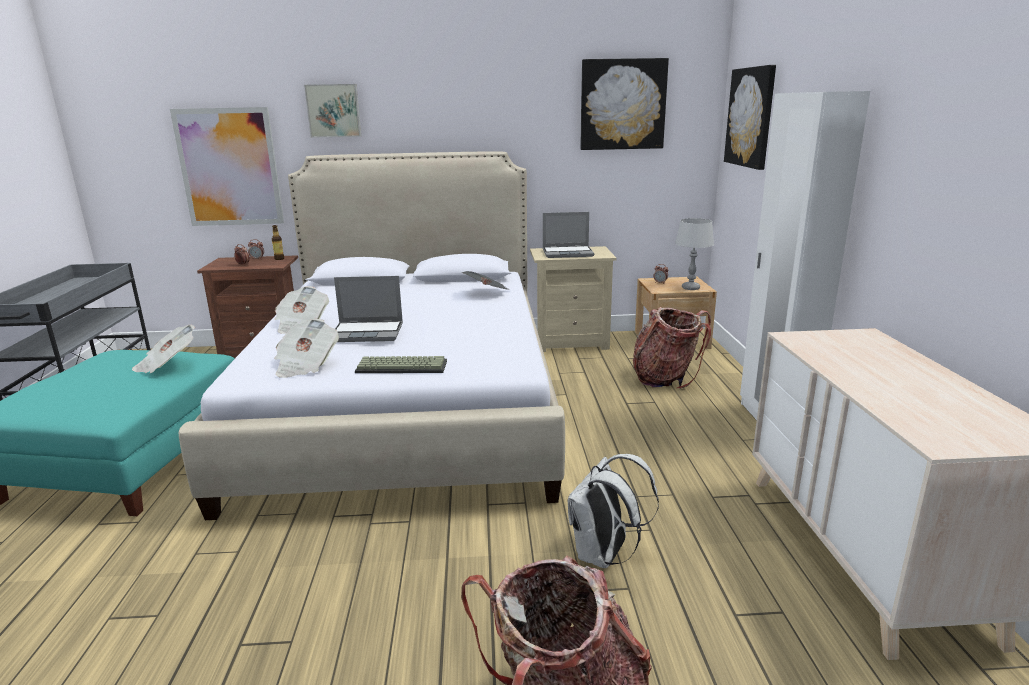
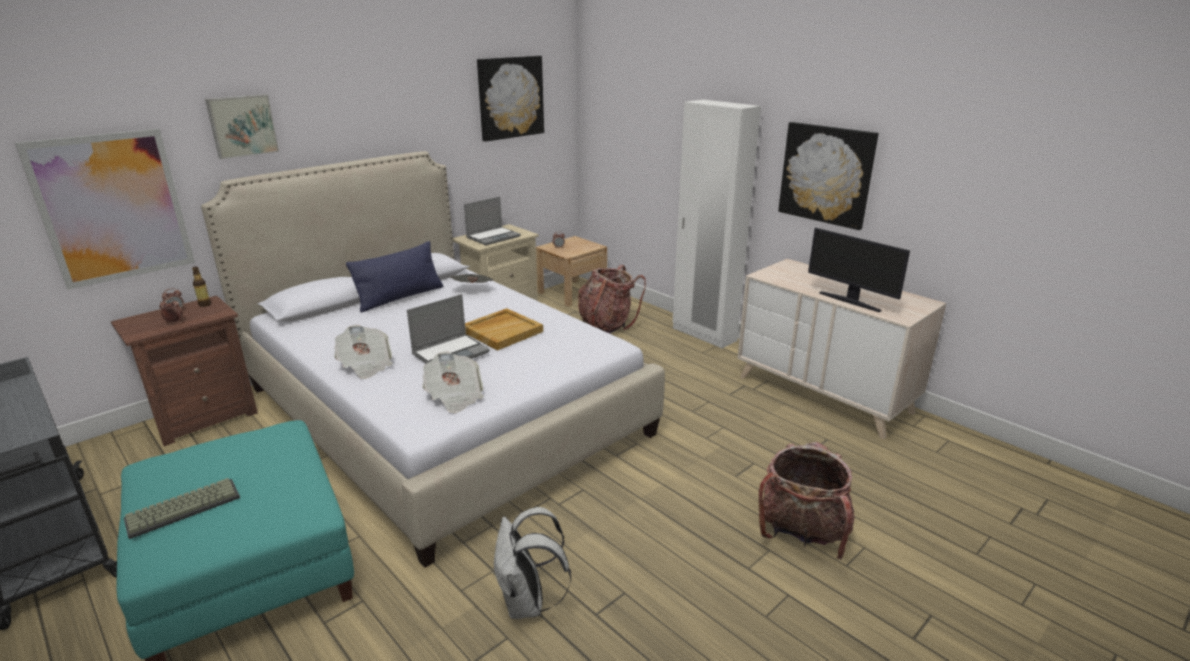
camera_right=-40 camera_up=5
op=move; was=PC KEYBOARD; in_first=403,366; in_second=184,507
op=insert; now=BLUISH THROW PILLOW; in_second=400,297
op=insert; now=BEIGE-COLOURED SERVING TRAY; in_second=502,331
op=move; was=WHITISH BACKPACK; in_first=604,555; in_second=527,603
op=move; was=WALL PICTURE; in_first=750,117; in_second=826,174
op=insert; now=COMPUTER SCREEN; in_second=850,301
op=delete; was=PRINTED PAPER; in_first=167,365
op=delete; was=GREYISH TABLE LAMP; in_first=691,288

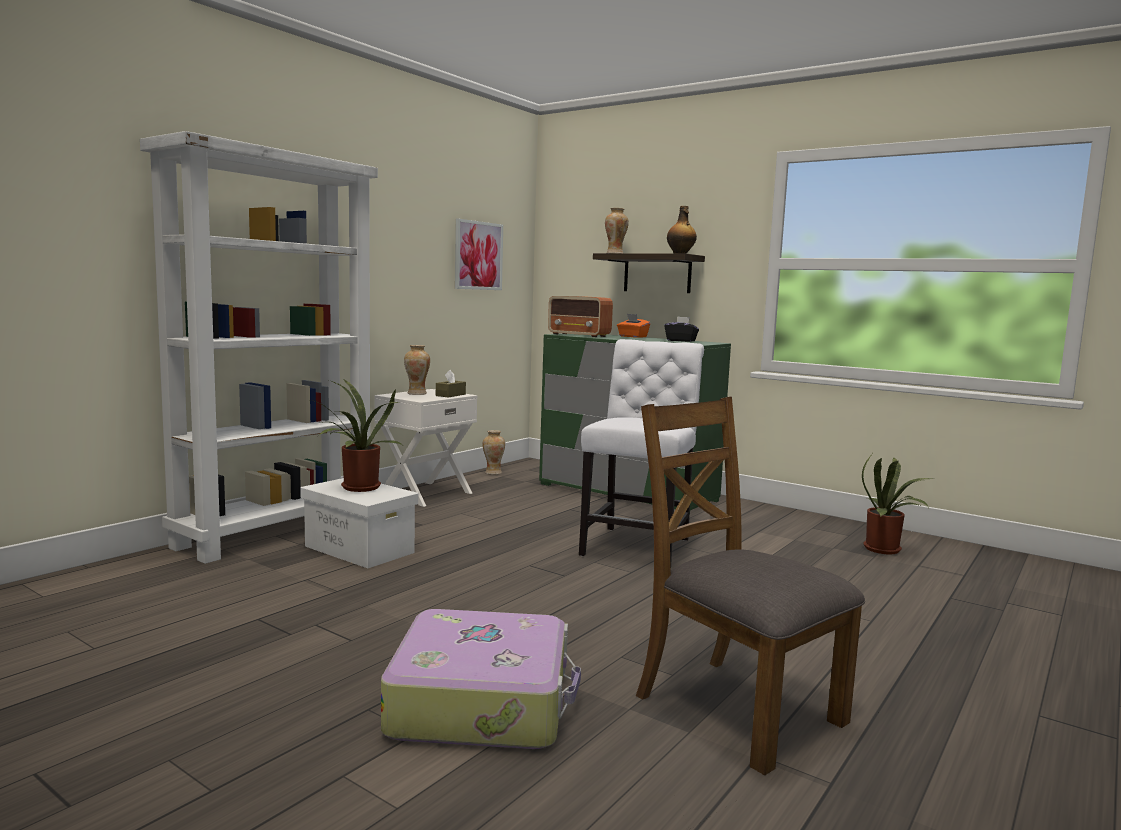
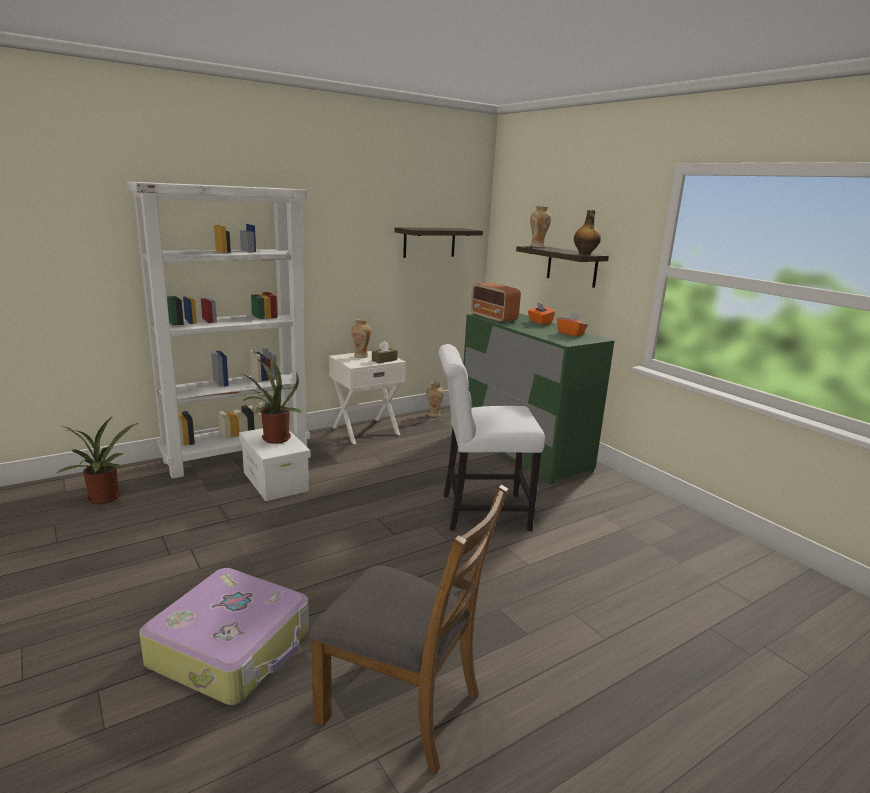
camera_right=20 camera_up=10
op=move; was=POTTED PLANT; in_first=886,550; in_second=105,499
op=rotate; was=BROWN-COLOURED CHAIR; in_first=736,708; in_second=401,705; clockwise=135
op=replace; was=WALL PICTURE; now=SHELF; in_first=478,255; in_second=429,242
op=rotate; was=WHITISH CHAIR; in_first=638,545; in_second=479,512; clockwise=-135
op=recolor; was=BLACK BOX OF TISSUES; now=ORANGE BOX OF TISSUES; in_first=681,341; in_second=571,333

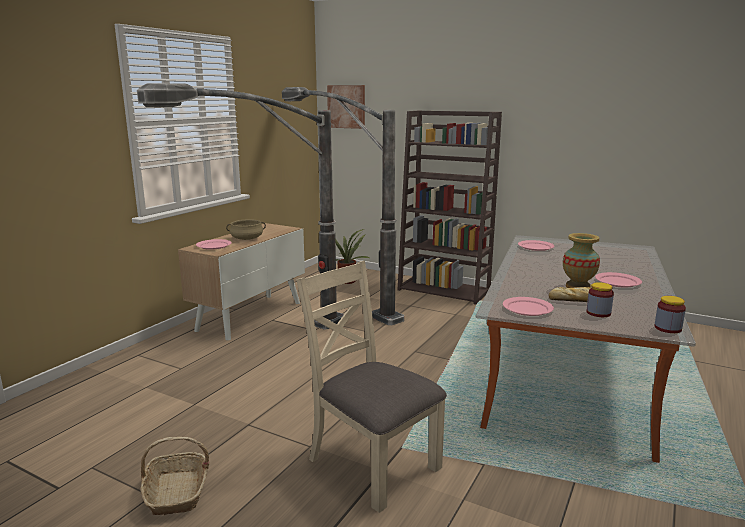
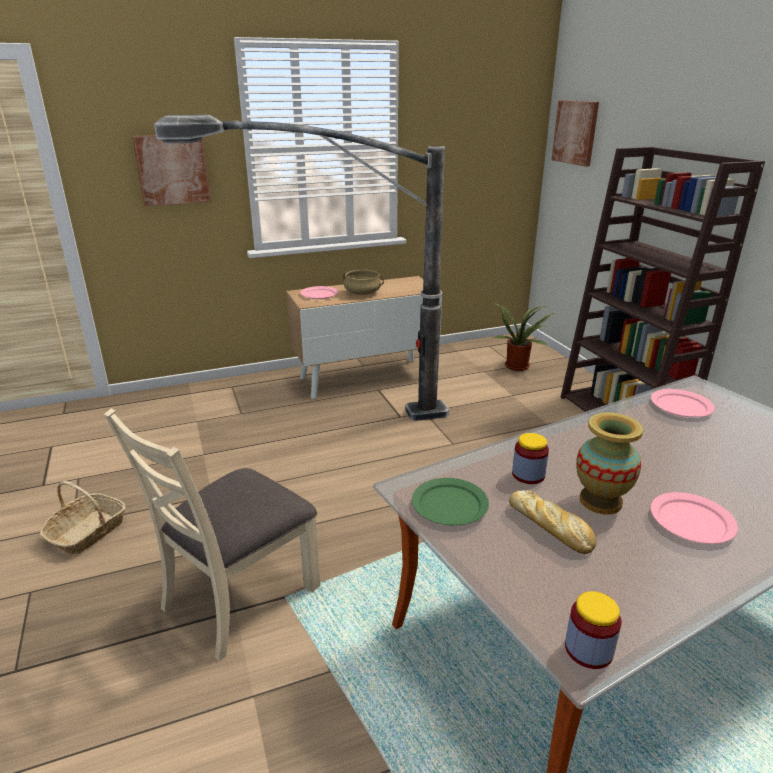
camera_right=40 camera_up=10
op=rotate; was=BEIGE-COLOURED CHAIR; in_first=372,463; in_second=239,597; clockwise=-135
op=insert; now=WALL PICTURE; in_second=172,170
op=recolor; was=PINK-COLOURED PLATE; now=GREEN-COLOURED PLATE; in_first=527,308; in_second=450,504
op=move; was=JAR; in_first=598,313; in_second=528,475
op=delete; was=FLOOR LAMP; in_first=339,297

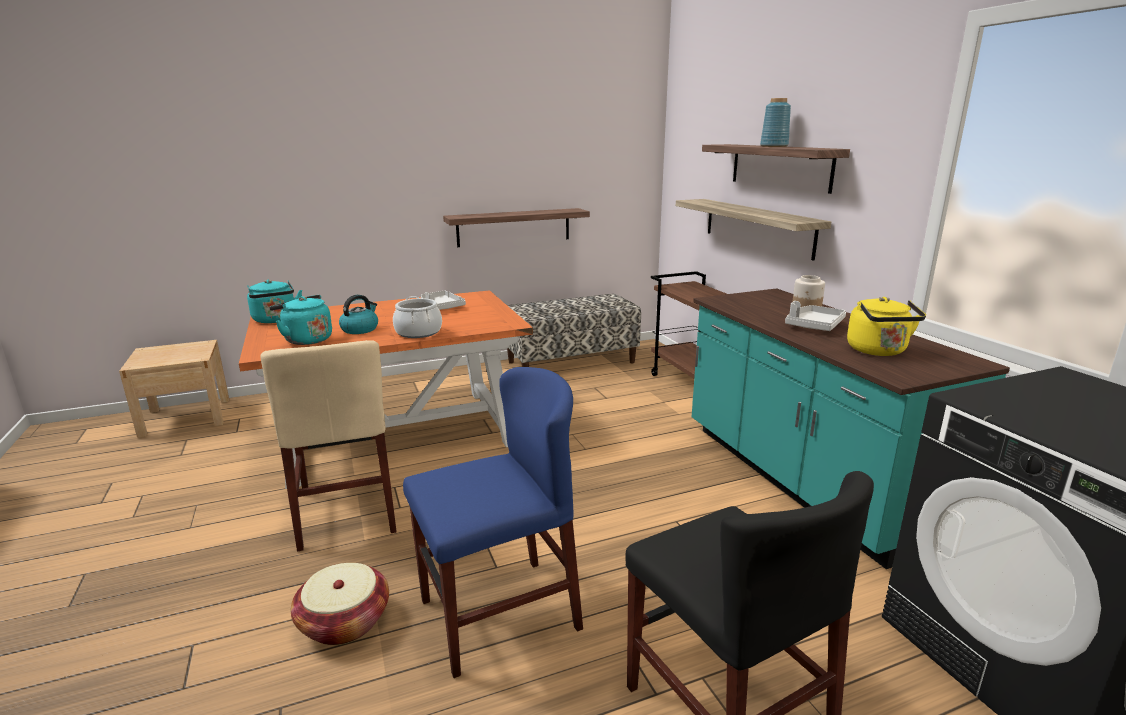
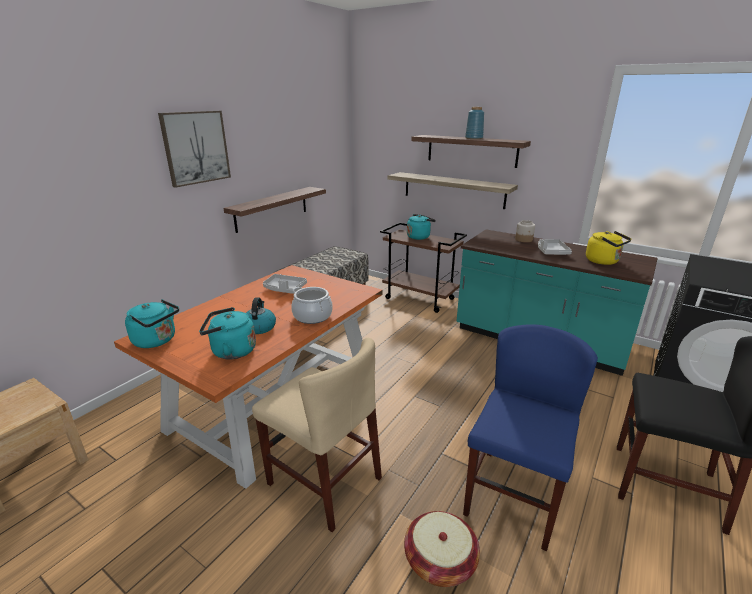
camera_right=-35 camera_up=5
op=insert; now=WALL PICTURE; in_second=196,147
op=insert; now=BLUE-GREEN WATER KETTLE; in_second=419,237

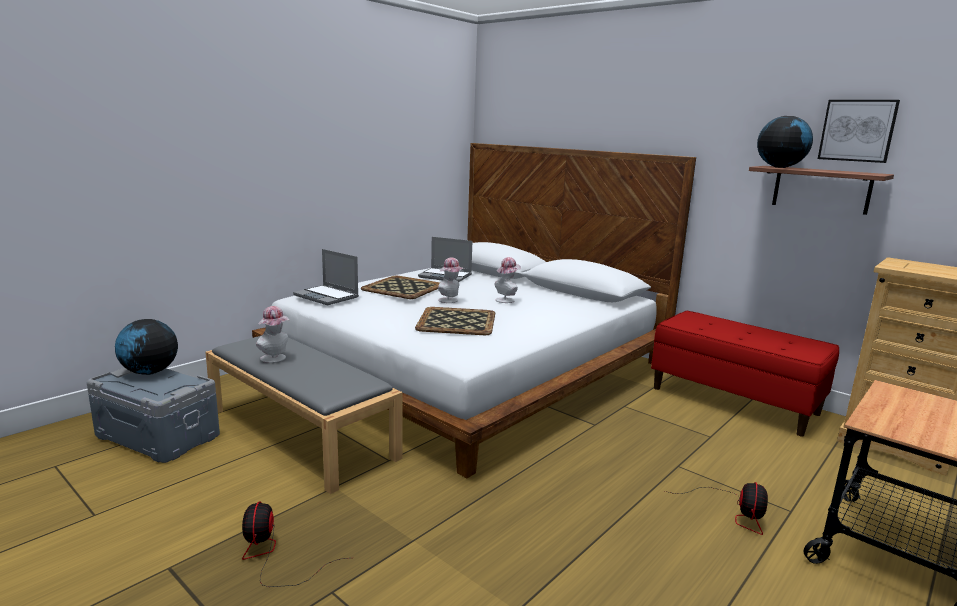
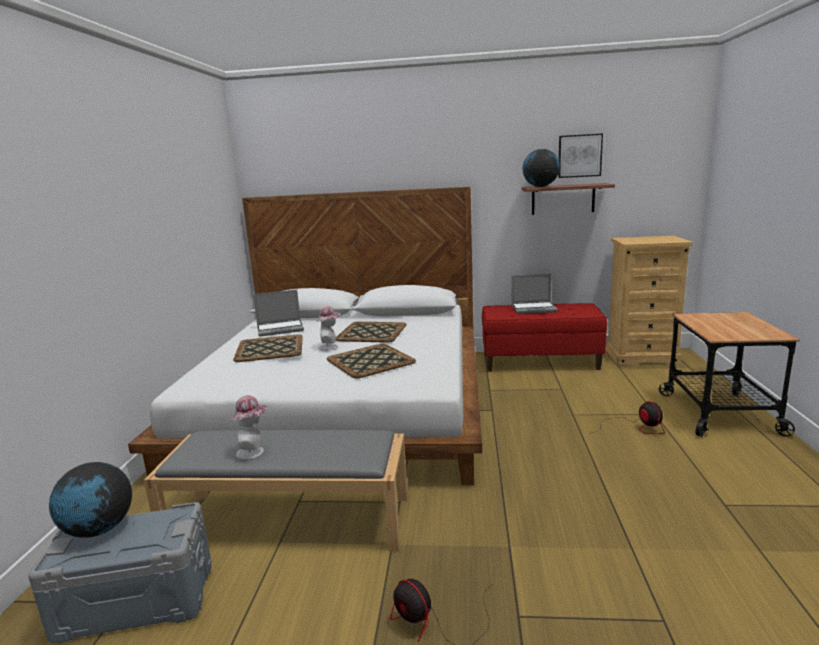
camera_right=-35 camera_up=0
op=replace; was=HAT; now=SERVING TRAY; in_first=506,299; in_second=371,332
op=move; was=LAPTOP; in_first=327,296; in_second=534,309

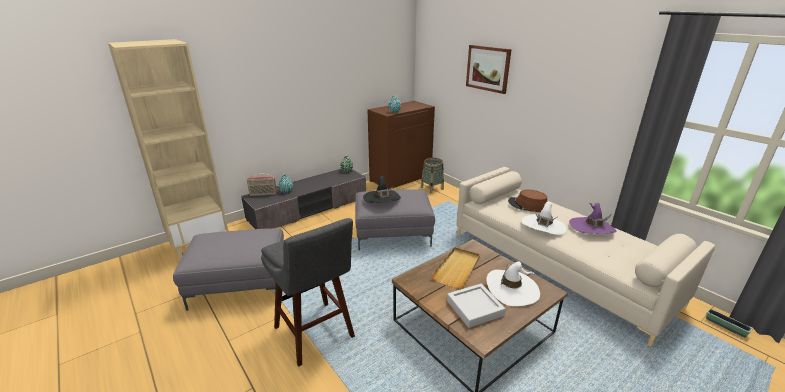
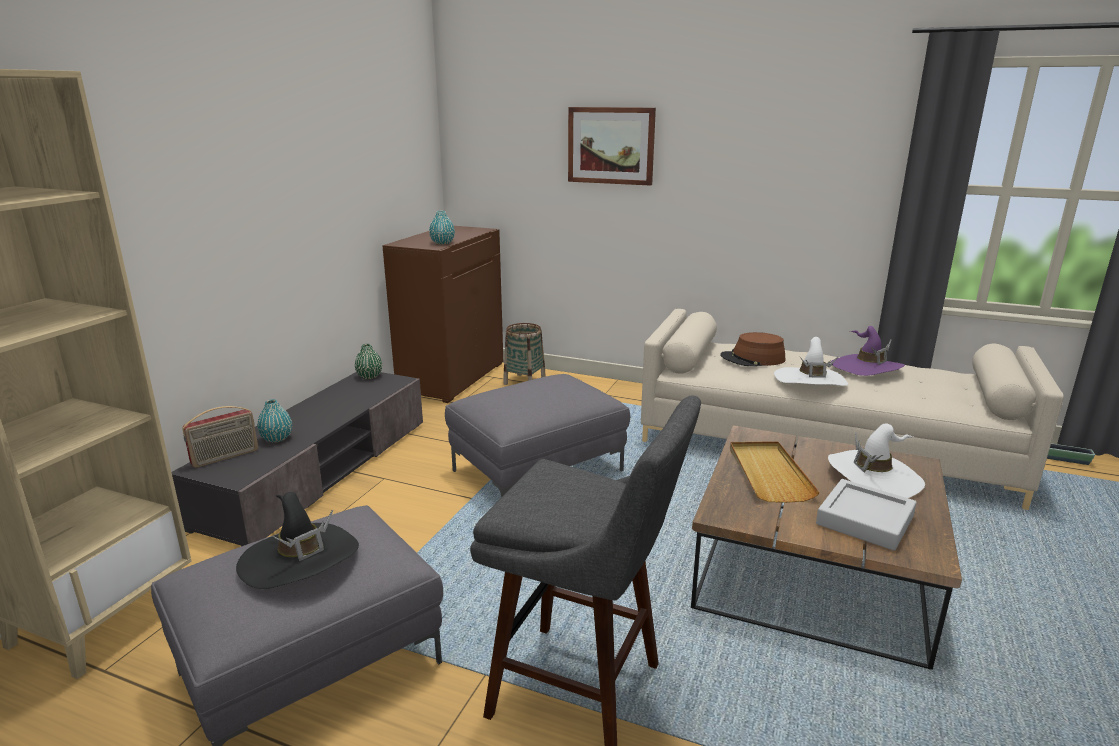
camera_right=-30 camera_up=-5
op=move; was=BLACK HAT; in_first=382,198; in_second=300,559

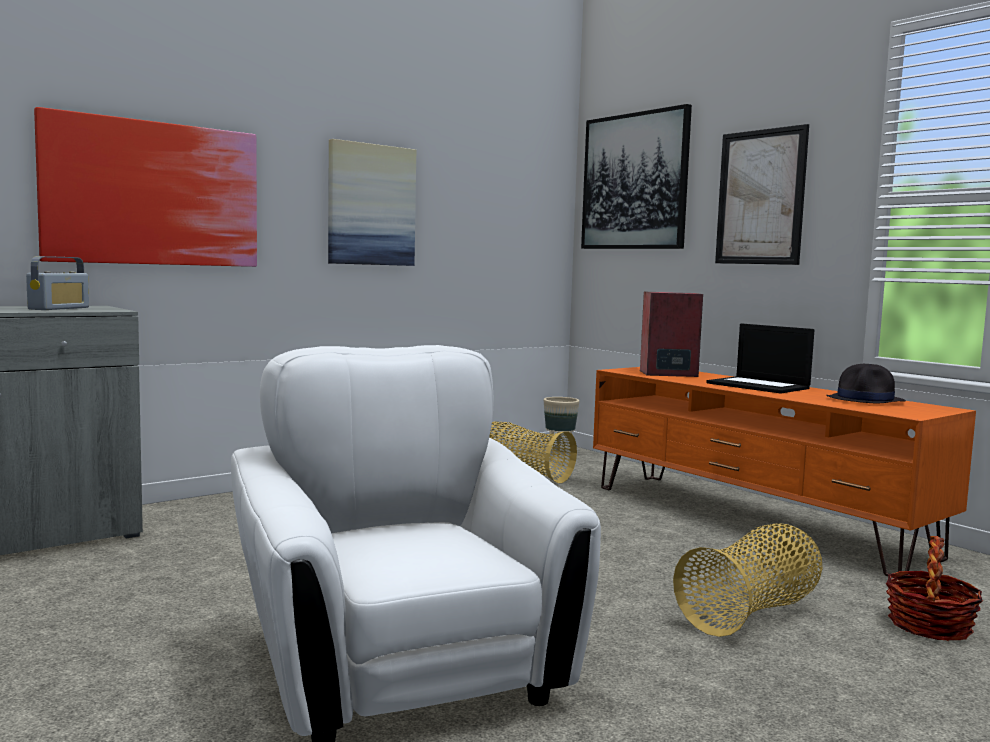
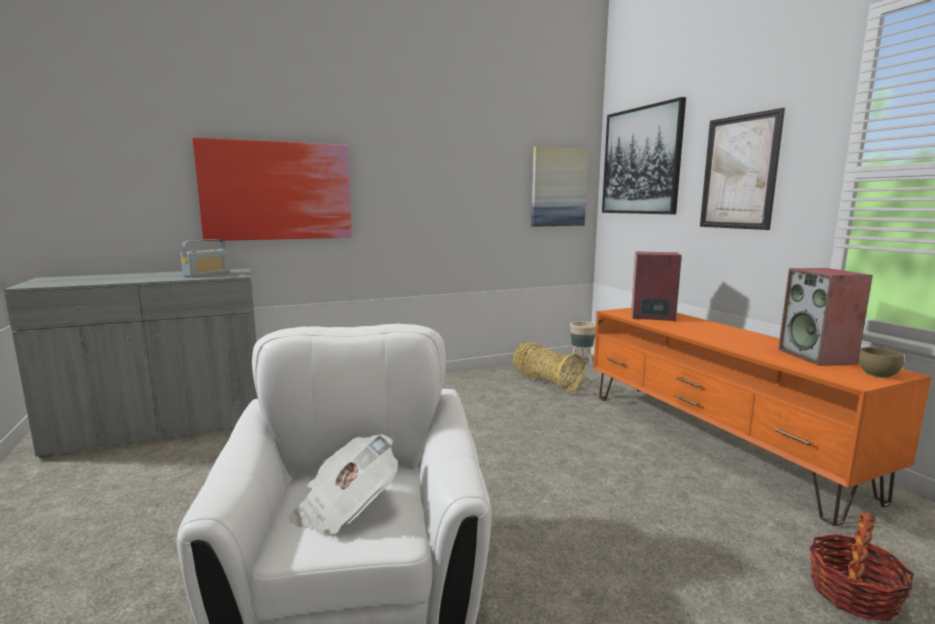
camera_right=15 camera_up=5
op=insert; now=PRINTED PAPER; in_second=345,507
op=move; was=WALL PICTURE; in_first=371,205; in_second=558,187
op=replace; was=BLACK HAT; now=AUDIO SPEAKER; in_first=865,400; in_second=817,356
op=insert; now=BROWN-COLOURED DEEP DISH; in_second=879,375
op=delete; was=HOUSEHOLD BASKET; in_first=751,613
op=delete; was=LAPTOP; in_first=759,386

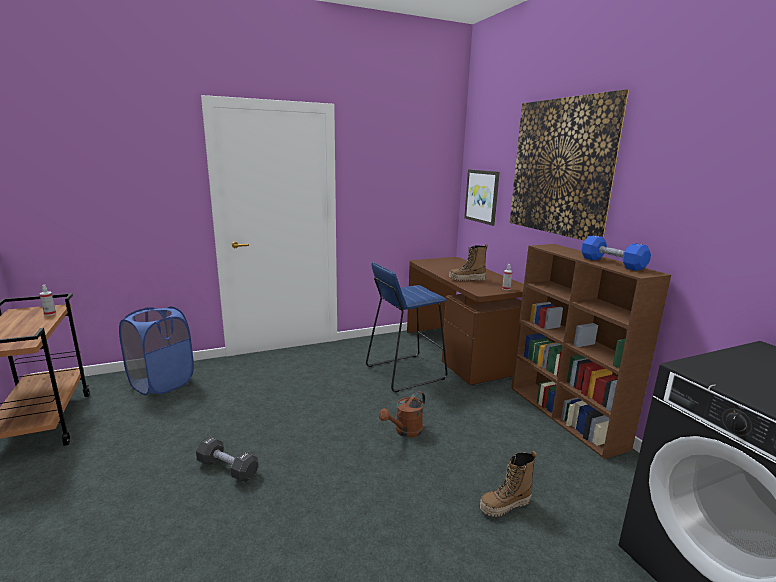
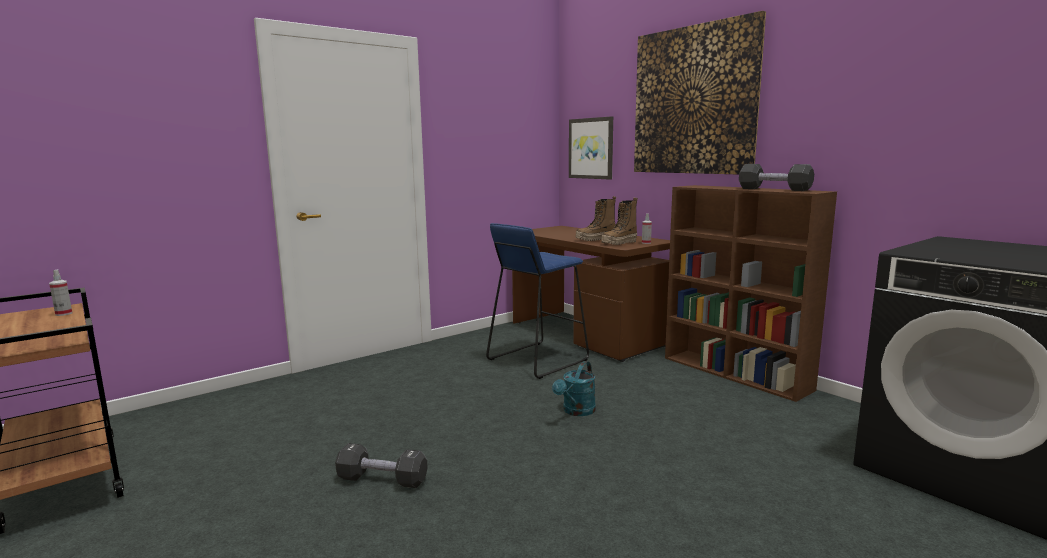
camera_right=-15 camera_up=-5
op=recolor; was=BROWN-COLOURED WATERING POT; now=BLUE-GREEN WATERING POT; in_first=405,431; in_second=576,411
op=move; was=BOOT; in_first=505,505; in_second=619,243
op=recolor; was=BLUISH HAND WEIGHT; now=BLACK HAND WEIGHT; in_first=612,263; in_second=774,189
op=delete; was=BLUISH HAMPER; in_first=162,383

